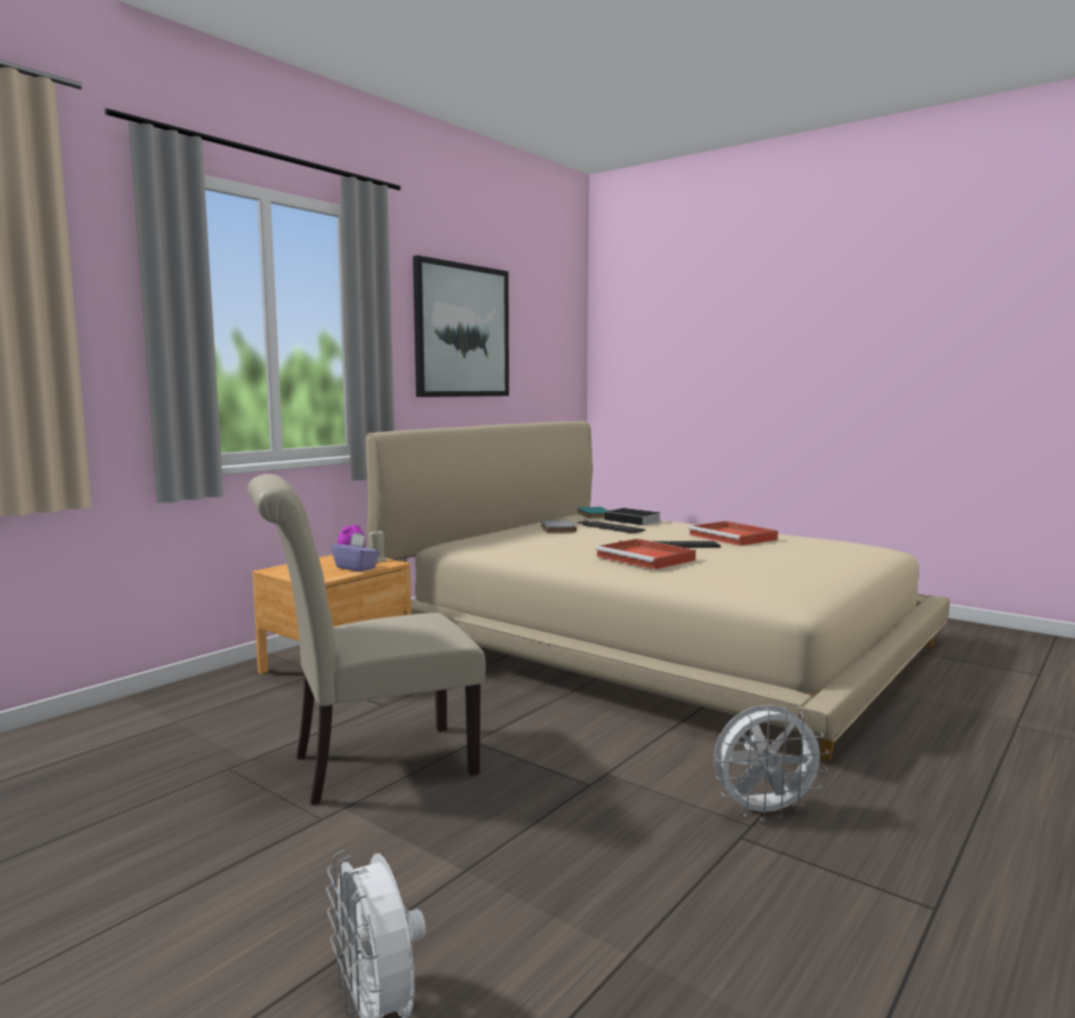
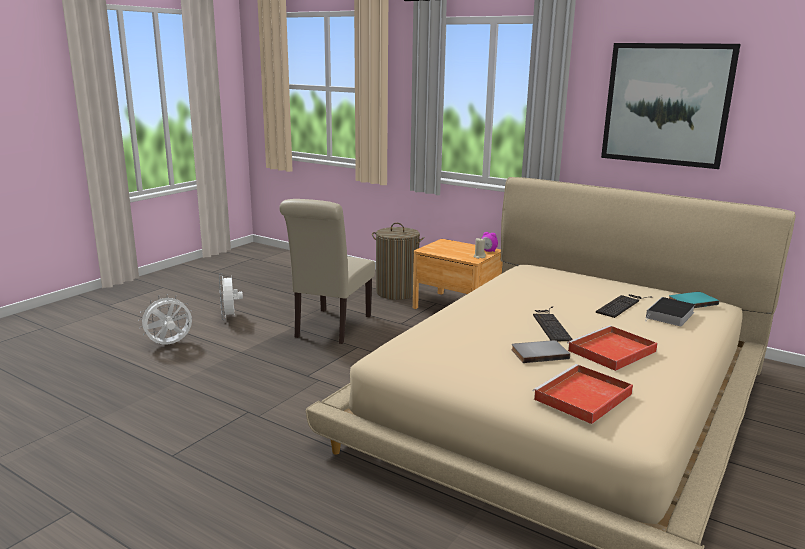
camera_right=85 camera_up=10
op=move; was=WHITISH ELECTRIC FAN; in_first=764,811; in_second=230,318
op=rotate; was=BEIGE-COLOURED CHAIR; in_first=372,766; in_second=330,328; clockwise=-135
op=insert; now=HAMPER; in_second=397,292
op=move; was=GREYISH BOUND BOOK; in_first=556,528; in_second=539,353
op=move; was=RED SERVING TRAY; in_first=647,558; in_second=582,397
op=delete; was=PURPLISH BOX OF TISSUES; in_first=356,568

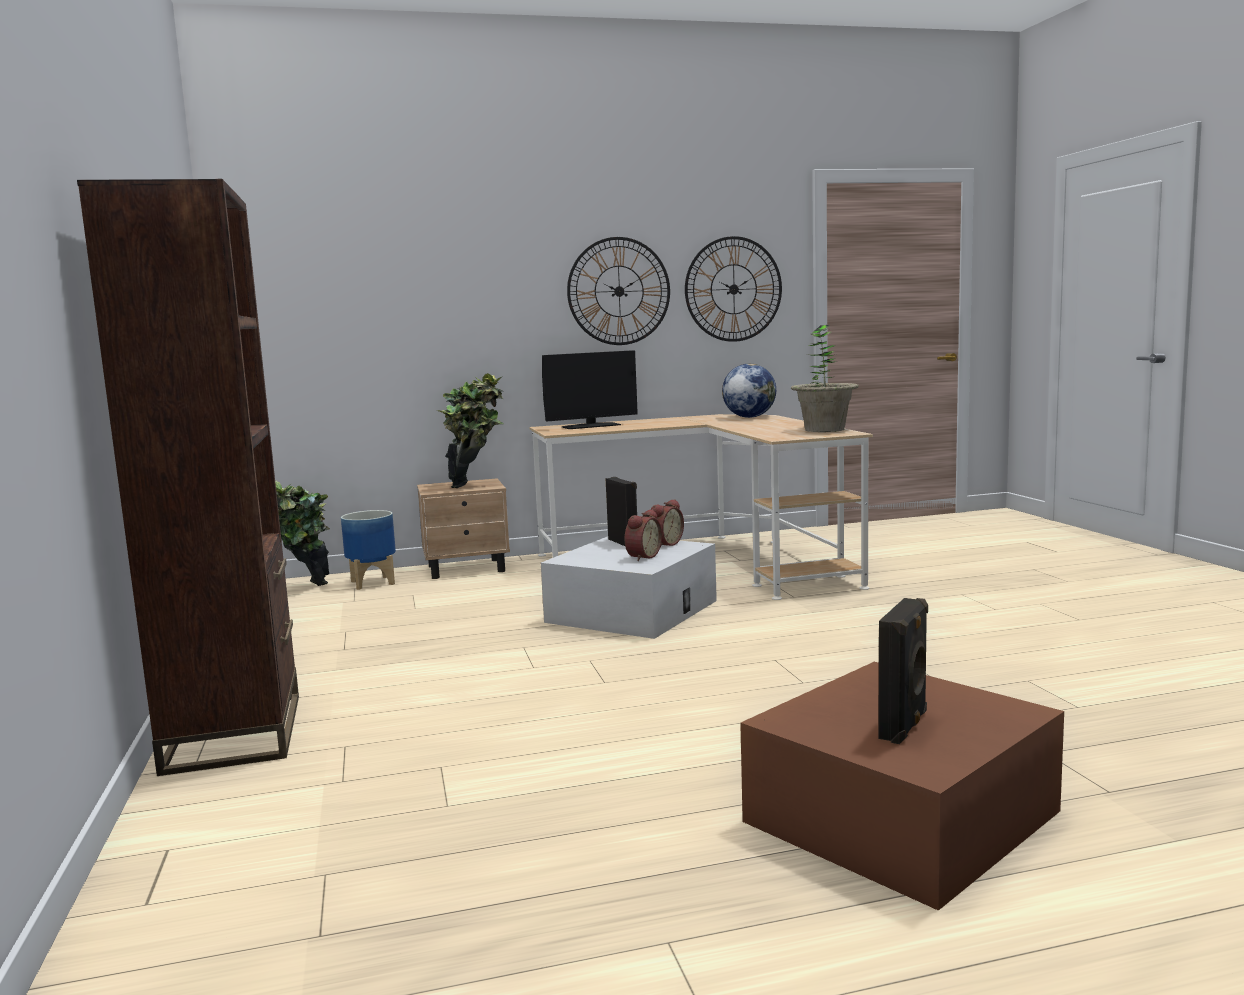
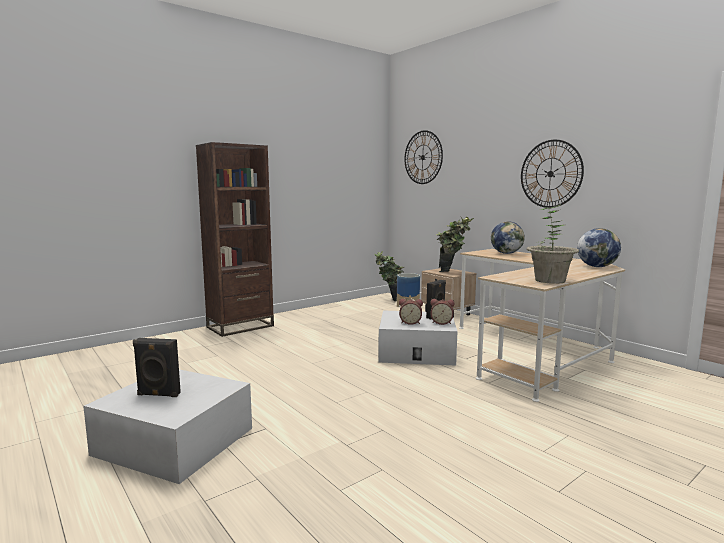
camera_right=65 camera_up=0
op=recolor; was=BROWN-COLOURED STORAGE CONTAINER; now=WHITISH STORAGE CONTAINER; in_first=901,816; in_second=174,441
op=move; was=CLOCK ON THE WALL; in_first=733,289; in_second=423,157
op=replace; was=COMPUTER SCREEN; now=GLOBE; in_first=591,426; in_second=506,253

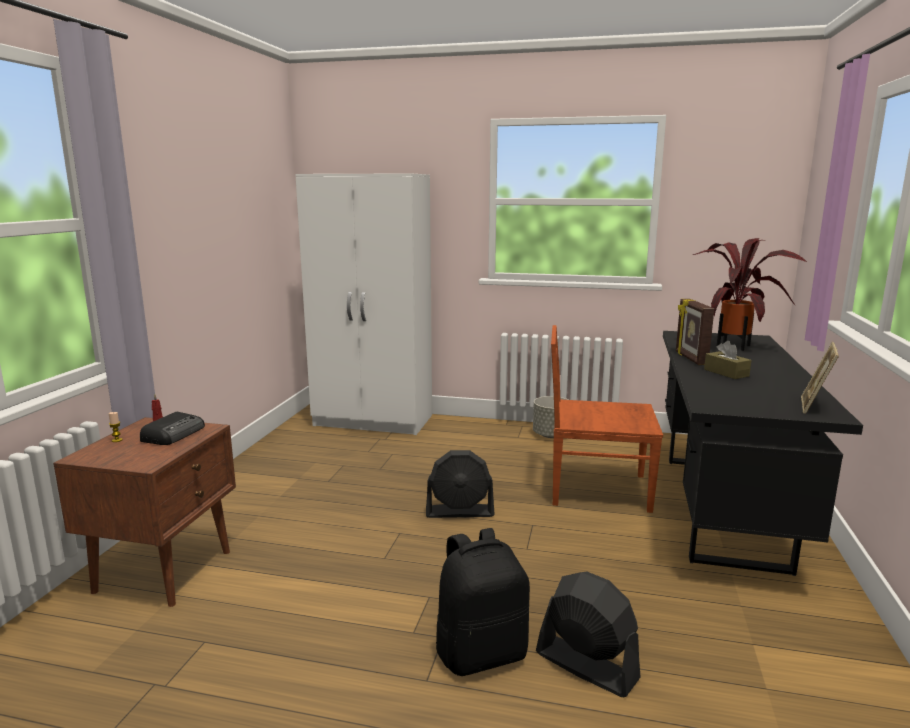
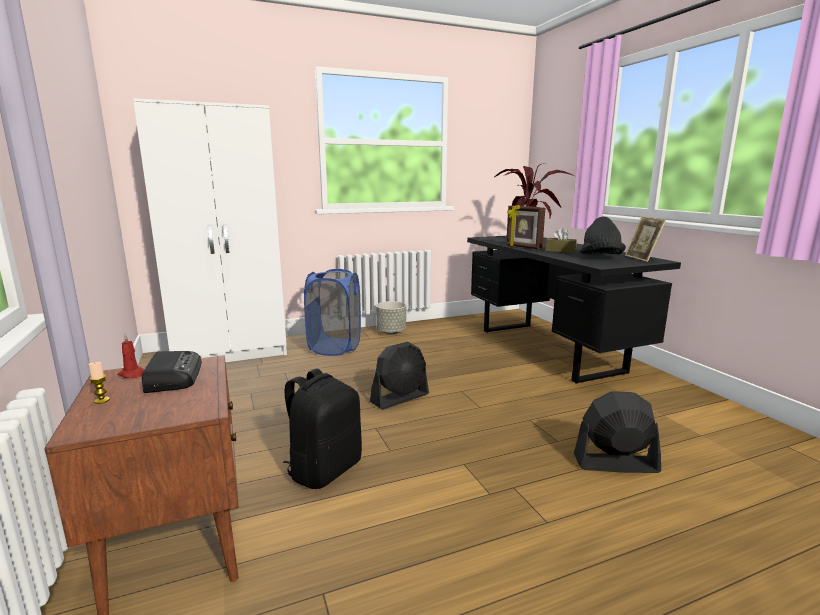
camera_right=-35 camera_up=0
op=move; was=BLACK BACKPACK; in_first=481,653; in_second=324,469
op=insert; now=BLUISH HAMPER; in_second=335,347
op=insert; now=BLACK HAT; in_second=600,257
op=delete; was=BROWN-COLOURED CHAIR; in_first=596,489

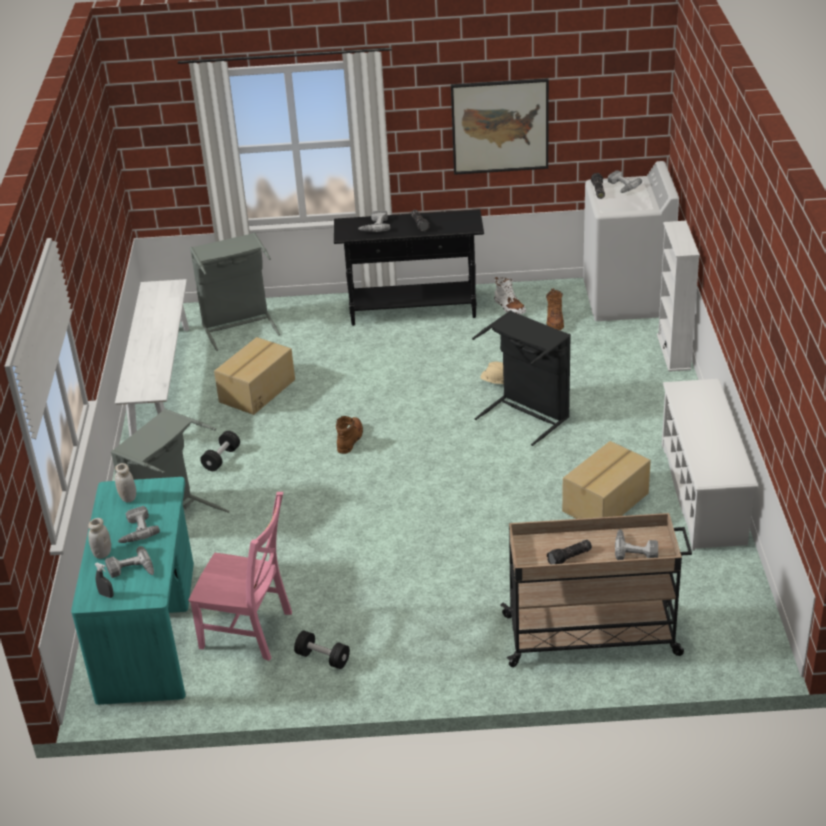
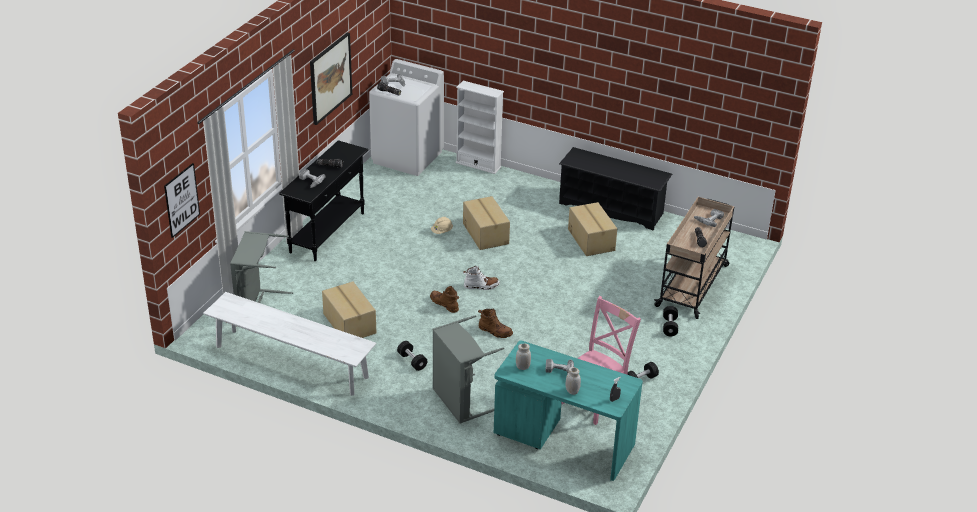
camera_right=-65 camera_up=0
op=insert; now=WALL PICTURE; in_second=182,200
op=replace; was=BLACK HAMPER; now=PACKING BOX; in_first=527,414; in_second=486,233
op=move; was=WHITISH BOOT; in_first=509,307; in_second=481,286
op=move; was=BROWN-COLOURED BOOT; in_first=554,321; in_second=495,331
op=recolor; was=WHITISH SHOE STAND; now=BLACK SHOE STAND; in_first=703,493; in_second=611,208
op=insert; now=BLACK HAND WEIGHT; in_second=669,326
op=delete; was=ELECTRIC DRILL; in_first=131,571

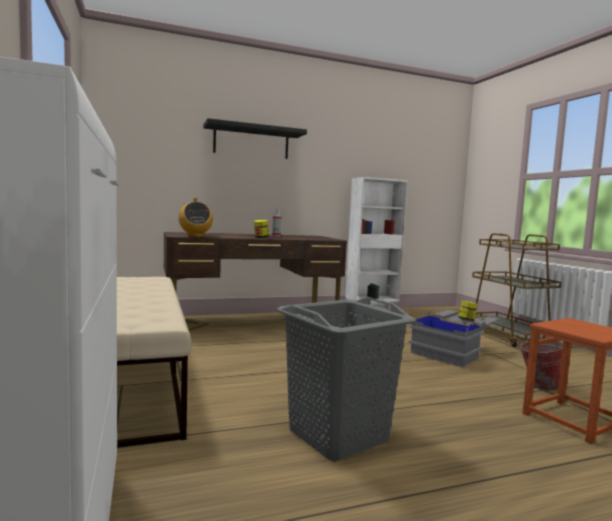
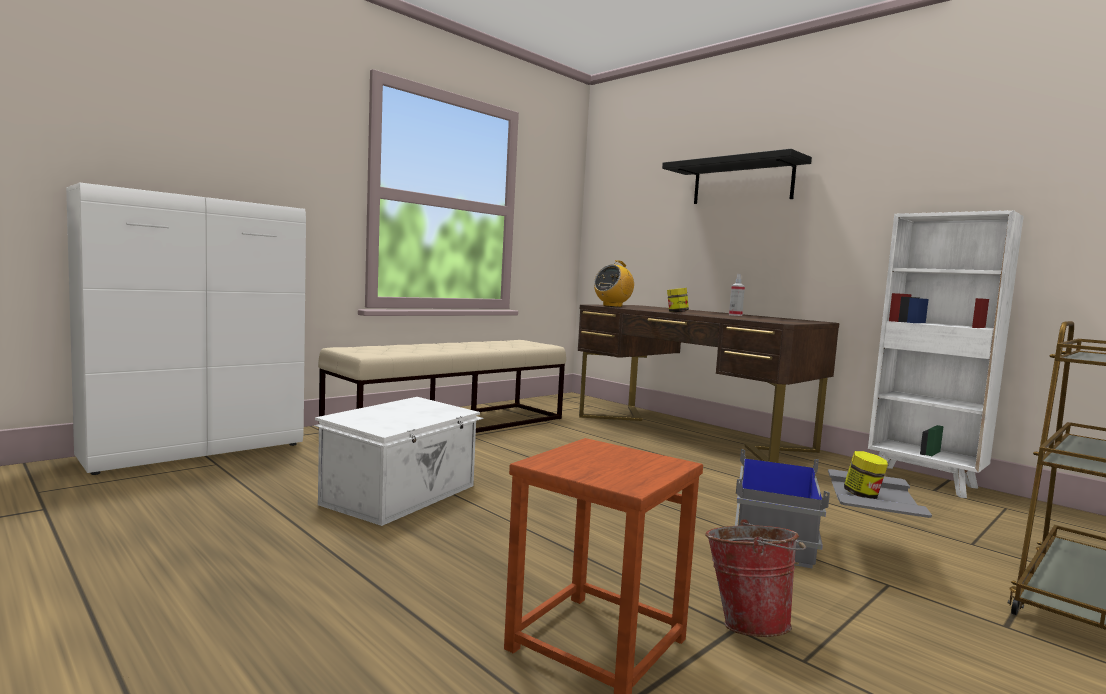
camera_right=65 camera_up=0
op=replace; was=GREYISH HAMPER; now=WHITISH STORAGE CONTAINER; in_first=337,435; in_second=402,495

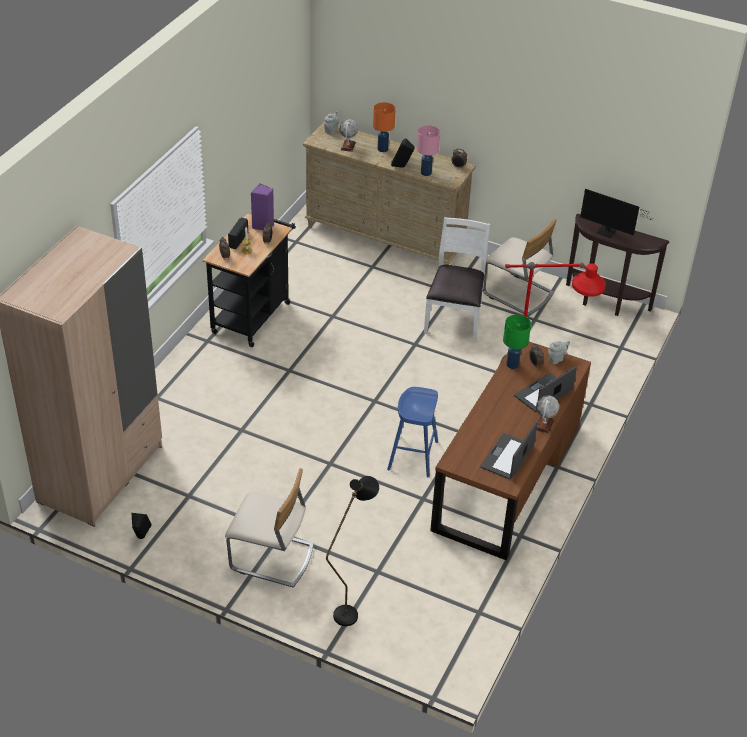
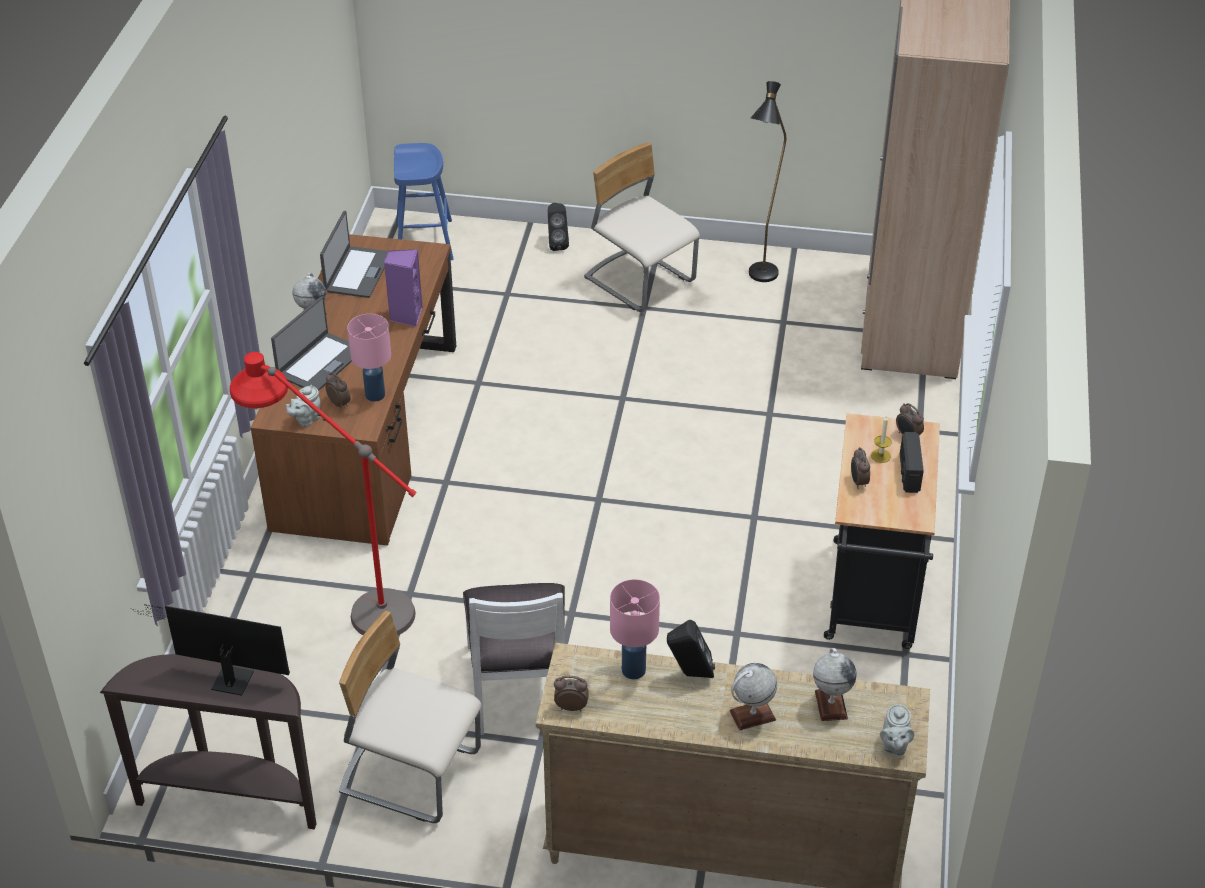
camera_right=165 camera_up=0
op=recolor; was=GREEN-COLOURED TABLE LAMP; now=PINK-COLOURED TABLE LAMP; in_first=512,364; in_second=375,395
op=move; was=PURPLISH AUDIO SPEAKER; in_first=263,226; in_second=406,316
op=move; was=BLUISH SITTING STOOL; in_first=413,455; in_second=424,241
op=move; was=BLACK AUDIO SPEAKER; in_first=141,537; in_second=557,244
op=rotate; was=BEIGE-COLOURED CHAIR; in_first=271,558; in_second=640,281; clockwise=45
op=replace; was=ORANGE TABLE LAMP; now=GLOBE; in_first=383,149; in_second=752,715
op=move; was=BLACK FLOOR LAMP; in_first=351,610; in_second=760,280

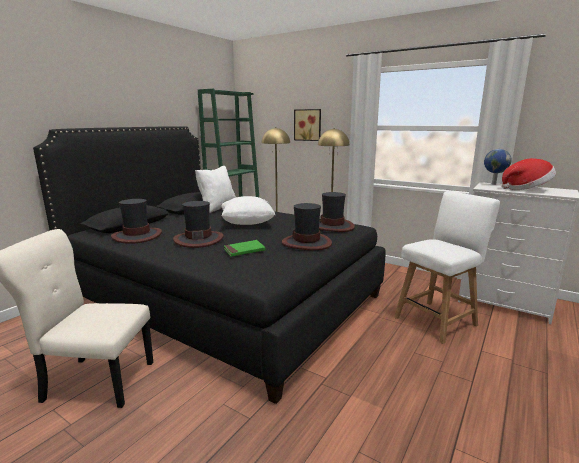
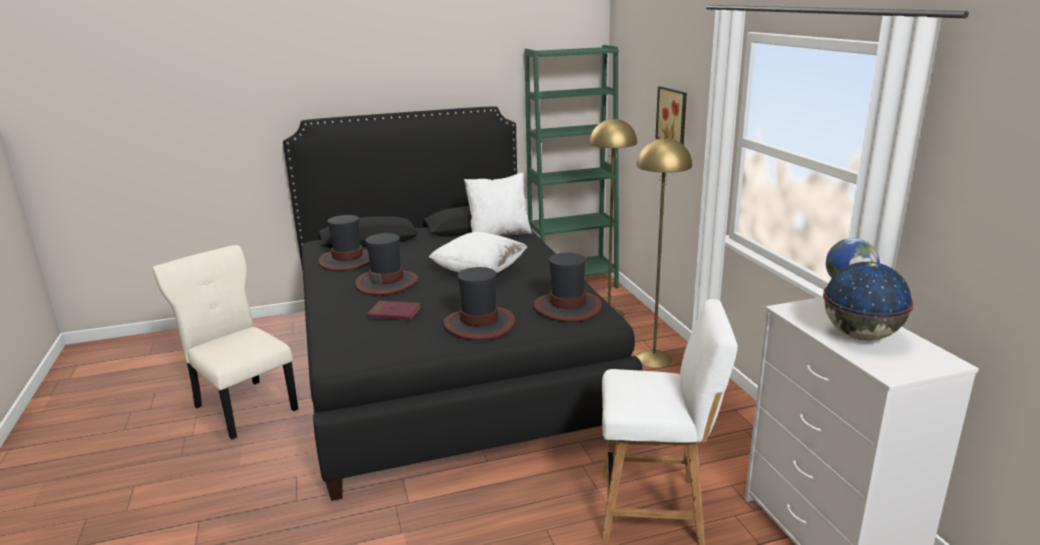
camera_right=40 camera_up=5
op=recolor; was=GREEN-COLOURED BOUND BOOK; now=RED BOUND BOOK; in_first=244,250; in_second=394,313
op=replace; was=HAT; now=GLOBE; in_first=526,189; in_second=860,335

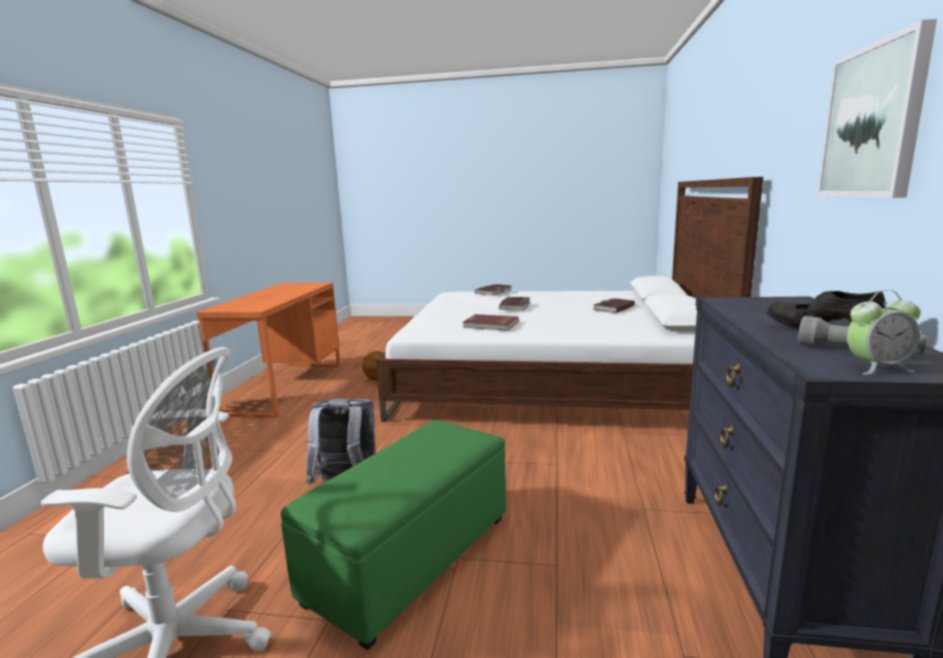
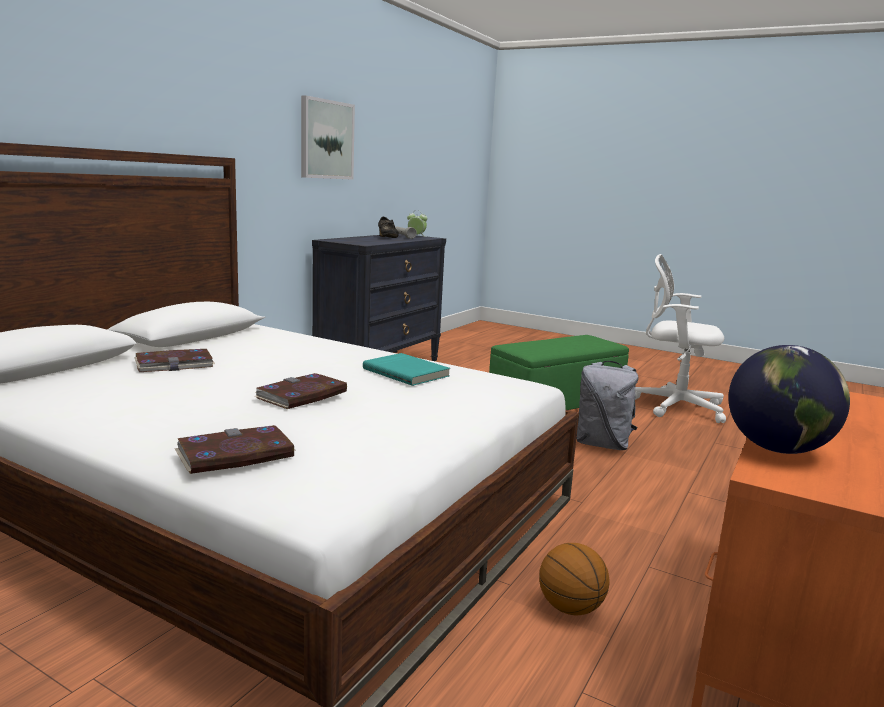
camera_right=-160 camera_up=0
op=recolor; was=RED BOUND BOOK; now=BLUE-GREEN BOUND BOOK; in_first=490,325; in_second=407,372
op=insert; now=GLOBE; in_second=777,449

